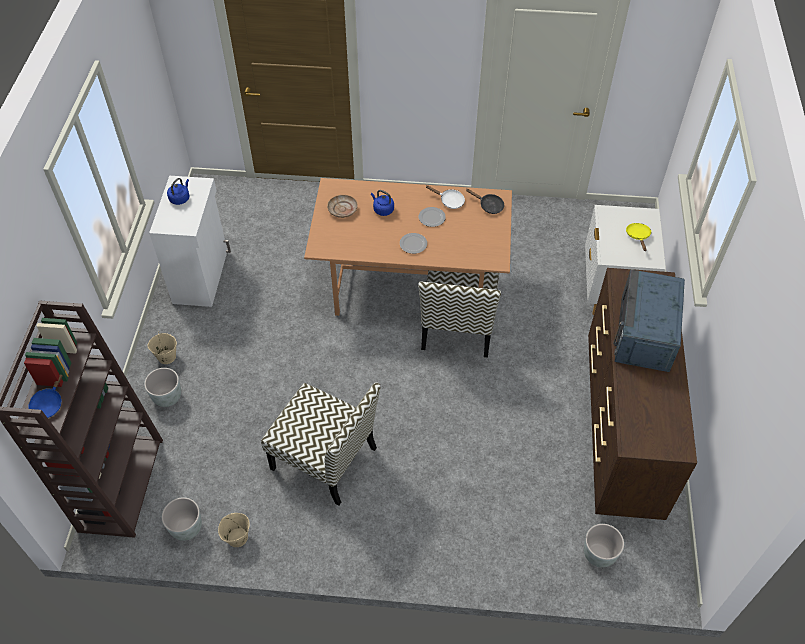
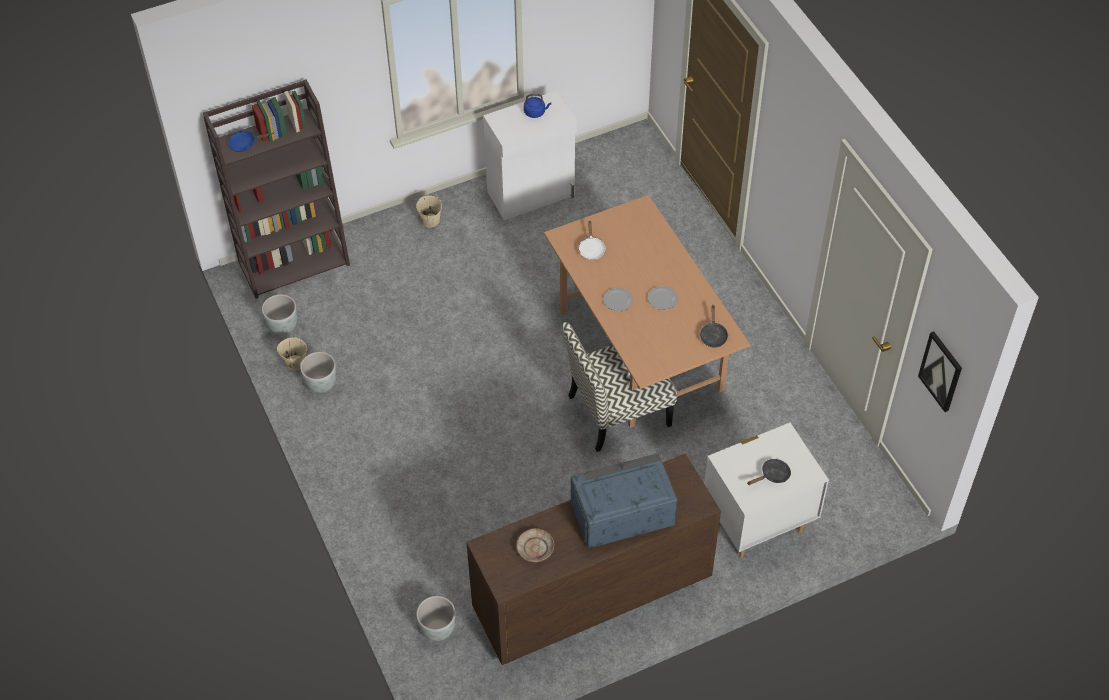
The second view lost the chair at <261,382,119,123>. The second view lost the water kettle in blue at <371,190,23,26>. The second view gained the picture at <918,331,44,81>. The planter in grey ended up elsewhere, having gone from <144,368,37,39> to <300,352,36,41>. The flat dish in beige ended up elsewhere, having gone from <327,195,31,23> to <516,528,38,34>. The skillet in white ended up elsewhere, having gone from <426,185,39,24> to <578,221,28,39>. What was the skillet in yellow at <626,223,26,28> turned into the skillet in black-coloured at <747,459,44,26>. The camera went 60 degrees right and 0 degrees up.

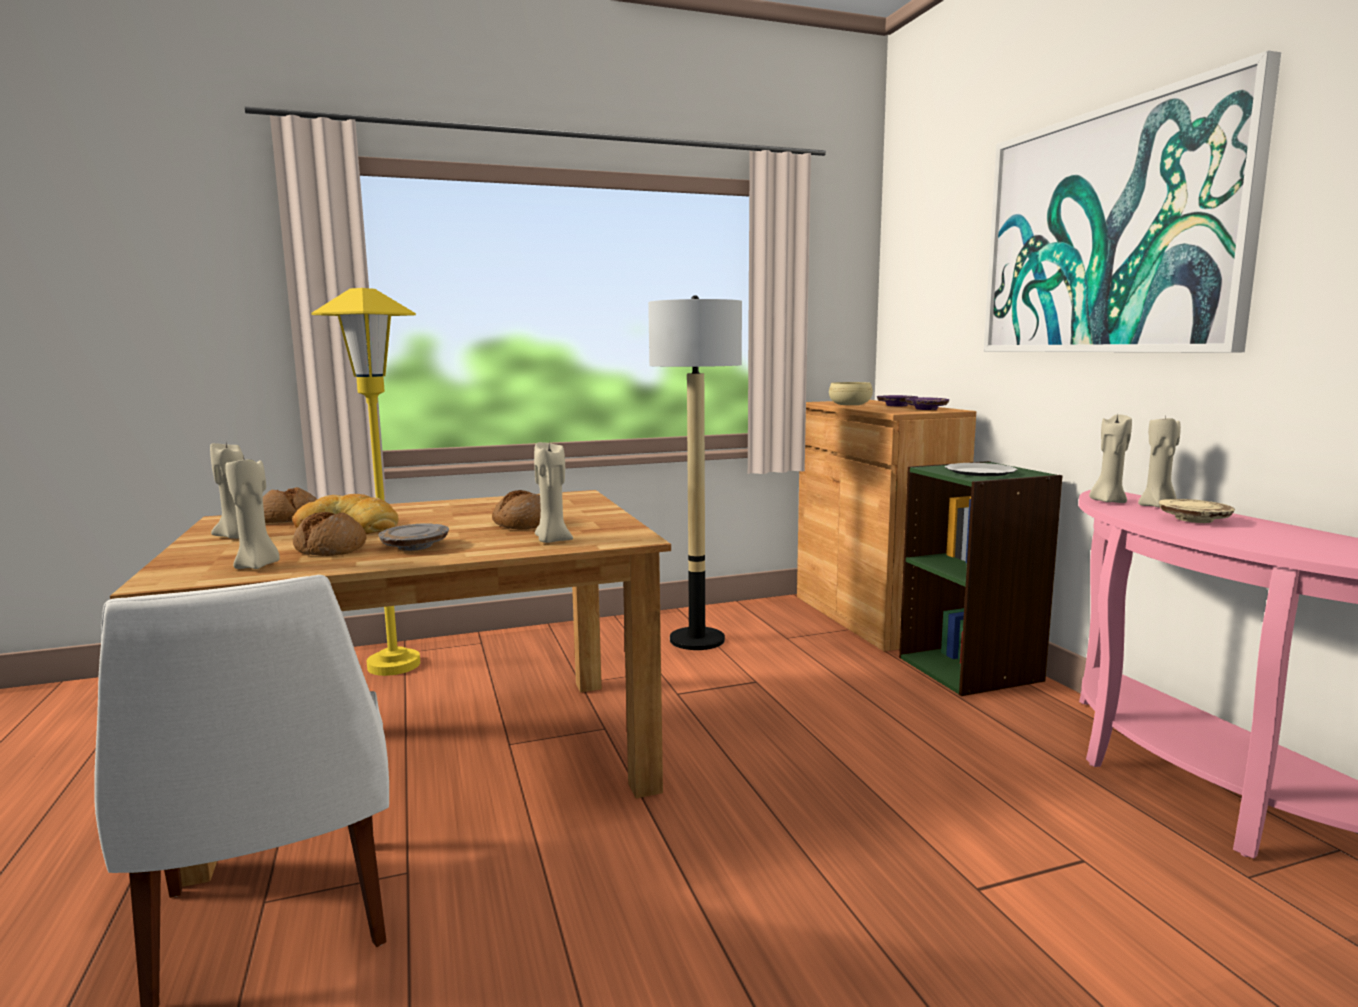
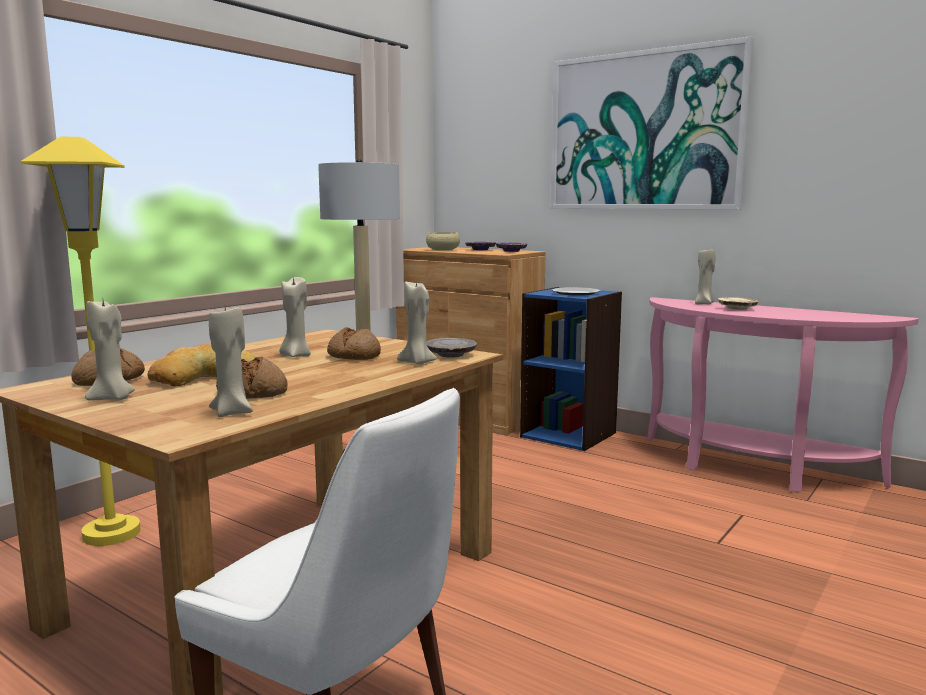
The flat dish in grey ended up elsewhere, having gone from <378,523,71,28> to <426,338,51,20>. The wax light in beige ended up elsewhere, having gone from <1089,414,43,89> to <280,276,31,81>. What was the bookcase in green at <899,461,164,235> turned into the bookcase in blue at <520,287,102,164>. The camera went 35 degrees left and 0 degrees up.

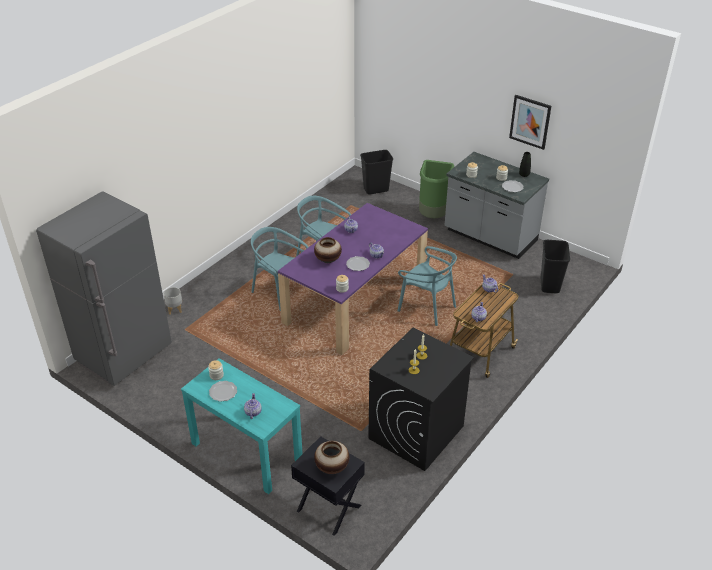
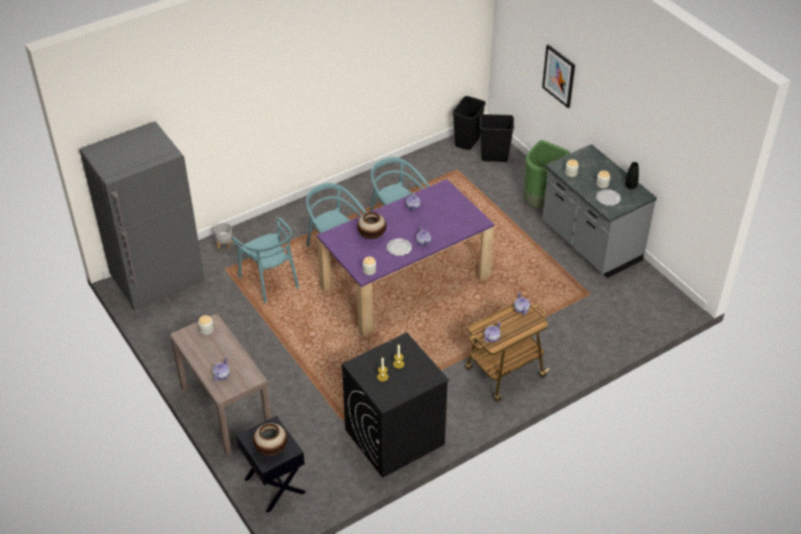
The second view lost the flat dish at <209,381,28,21>. The chair in turquoise-coloured ended up elsewhere, having gone from <397,246,60,80> to <232,218,67,85>. The picture ended up elsewhere, having gone from <509,95,42,55> to <542,44,33,64>. The waste bin in black-coloured ended up elsewhere, having gone from <541,240,29,53> to <452,96,34,54>. What was the console table in turquoise-coloured at <181,358,122,136> turned into the console table in brownish at <169,313,103,143>. The camera went 20 degrees right and 5 degrees up.

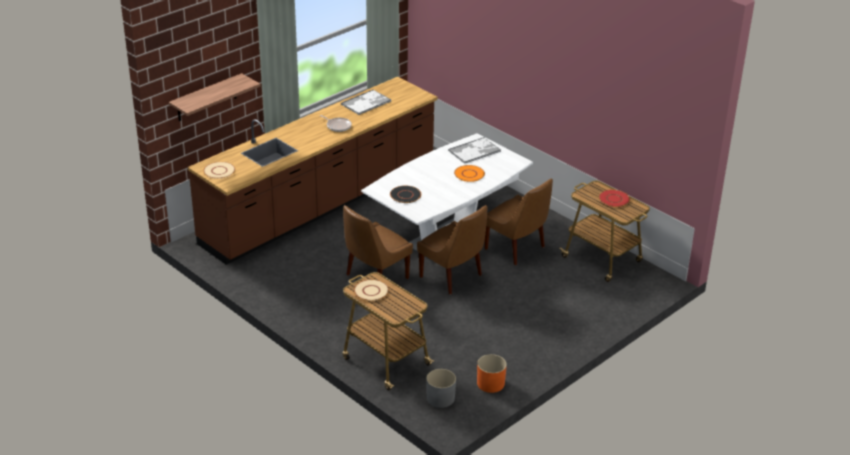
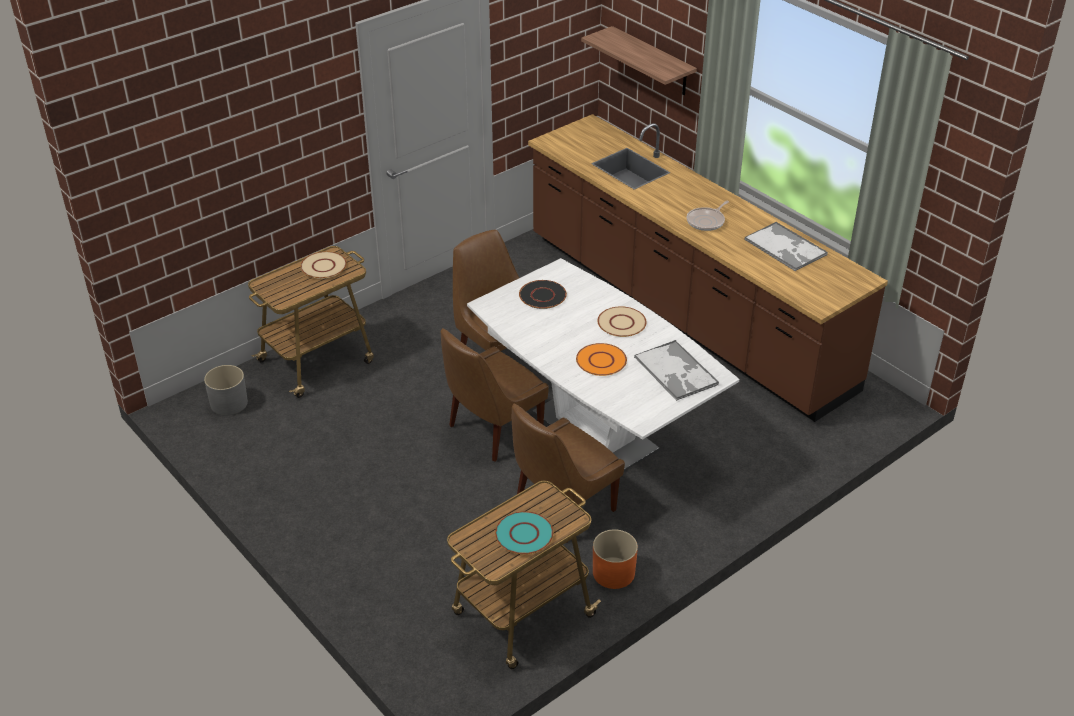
The flat dish in beige ended up elsewhere, having gone from <203,162,32,17> to <597,306,50,31>. The planter in orange-coloured ended up elsewhere, having gone from <477,354,30,39> to <593,529,45,60>. What was the flat dish in red-coloured at <599,189,31,18> turned into the flat dish in turquoise-coloured at <495,511,59,43>. The camera went 95 degrees right and 5 degrees up.

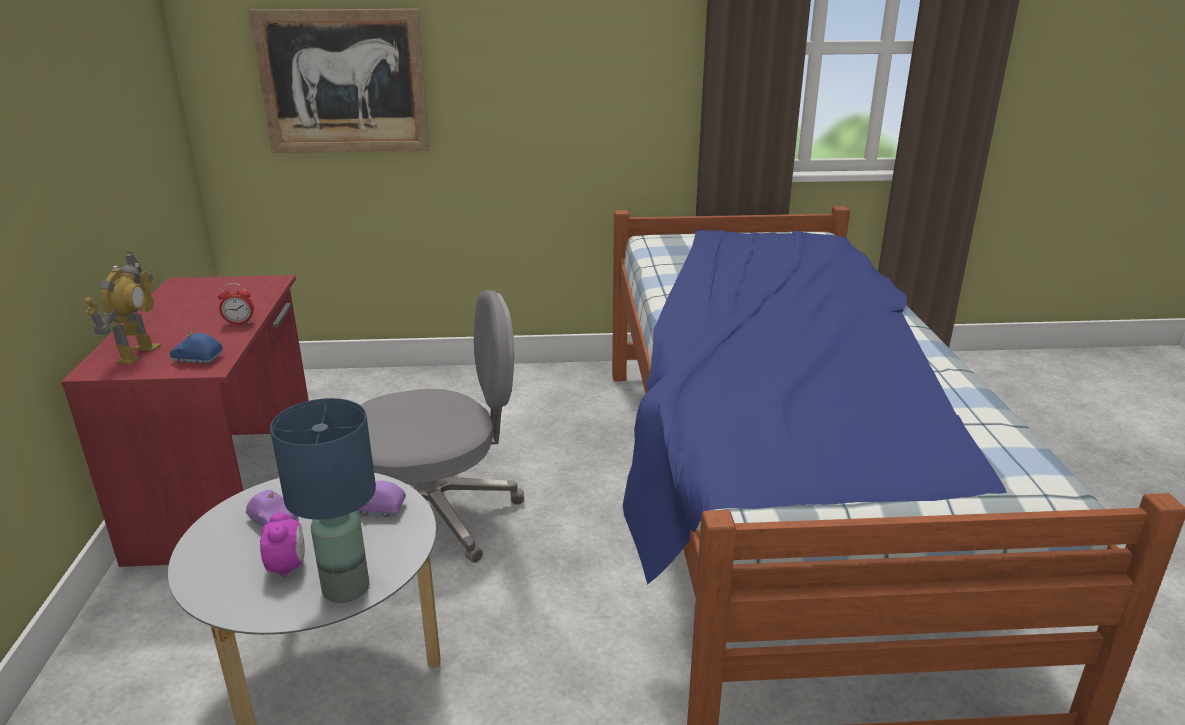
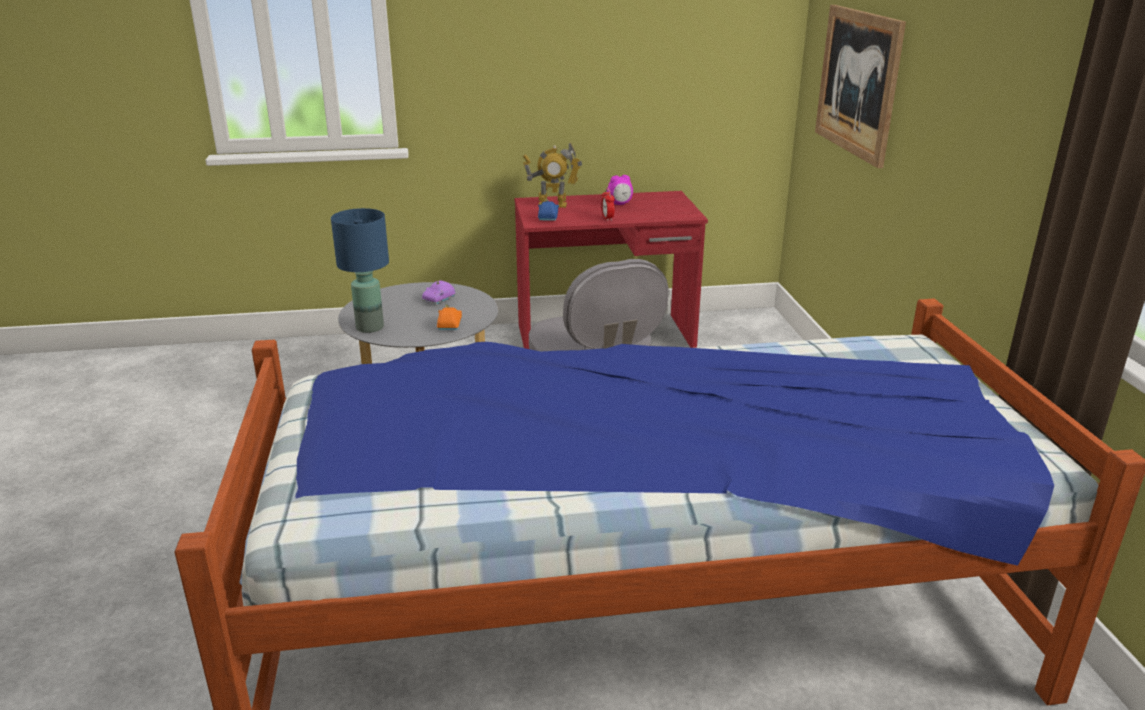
The table clock ended up elsewhere, having gone from <260,512,45,66> to <607,175,26,30>. What was the toy car in purple at <355,481,51,36> turned into the toy car in orange-coloured at <437,304,25,26>. The camera went 85 degrees right and 0 degrees up.

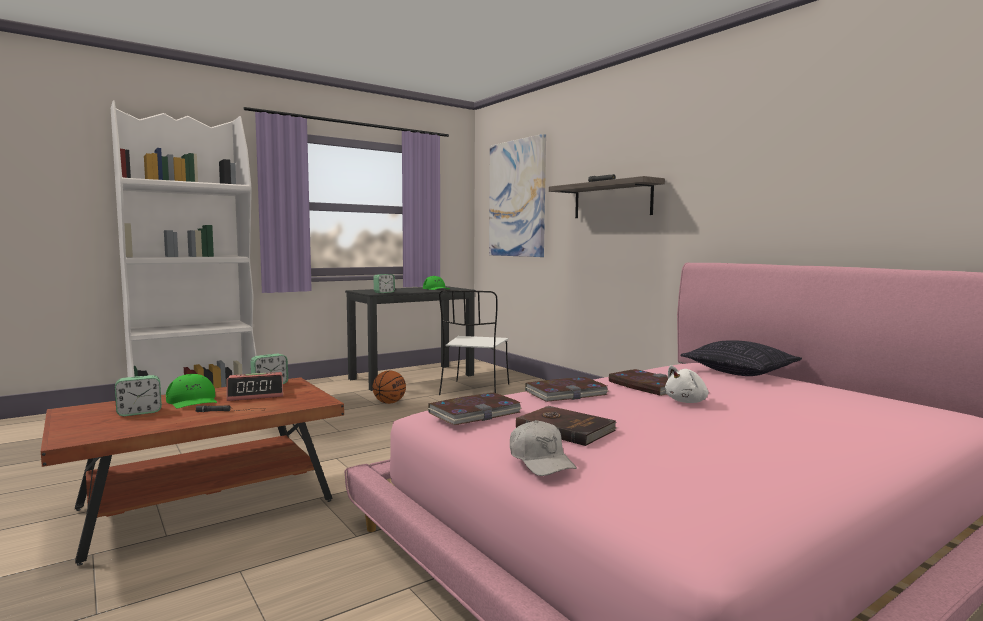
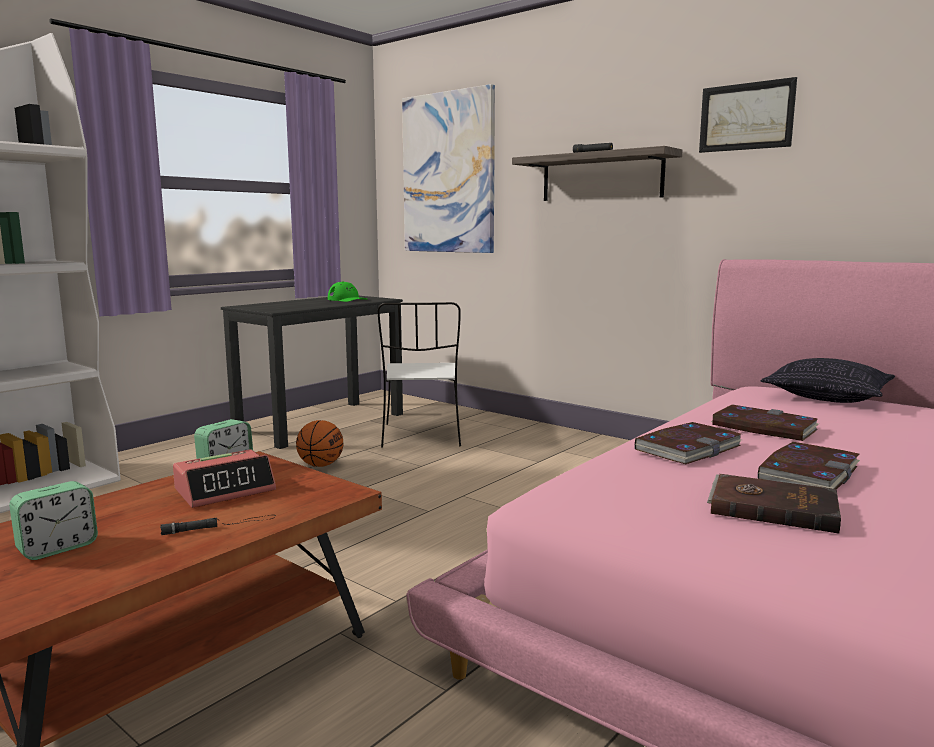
The second view lost the cap in green at <166,374,51,34>. The second view lost the table clock at <373,274,22,19>. The second view lost the cap in white at <510,420,67,56>. The second view lost the plush toy in white at <665,365,44,38>. The second view gained the picture at <699,77,98,76>. The volume ended up elsewhere, having gone from <428,392,94,33> to <758,442,102,47>. The camera went 15 degrees left and 5 degrees up.

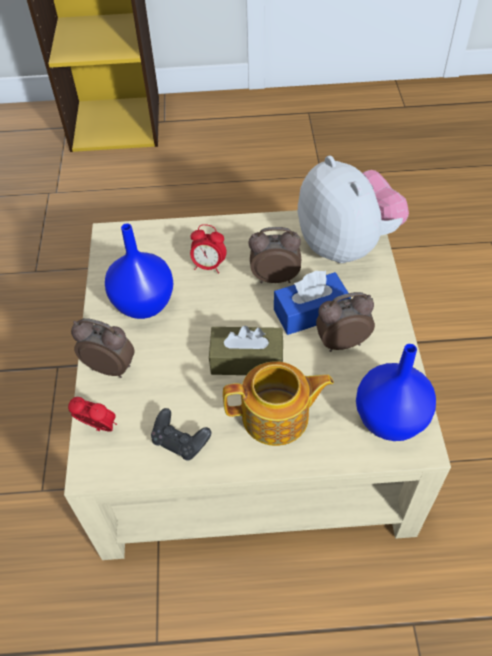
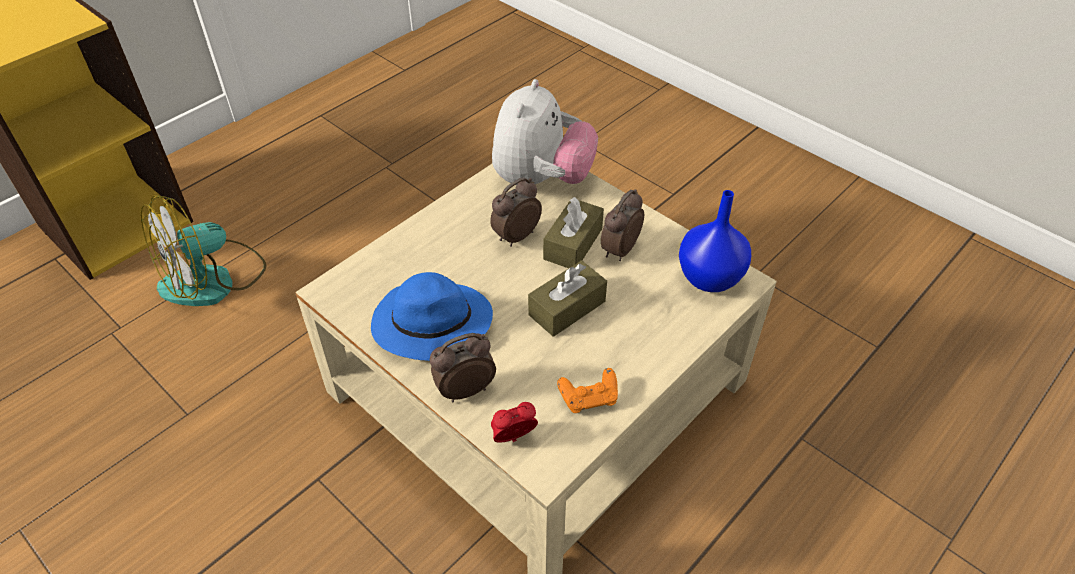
The second view lost the table clock at <190,224,37,50>. The second view lost the tea pot at <223,361,111,85>. The second view gained the fan at <141,195,125,111>. Where the vase in blue stood at <105,223,69,96>, the clothing hat in blue came to stand at <371,272,122,89>. What was the game controller in black-coloured at <151,408,60,53> turned into the game controller in orange-coloured at <557,368,61,45>. What was the tissue holder in blue at <274,270,77,65> turned into the tissue holder in brownish at <543,197,61,71>. The plush toy at <298,156,111,107> ended up facing another way, 90 degrees clockwise from before. The camera went 45 degrees left and 5 degrees down.

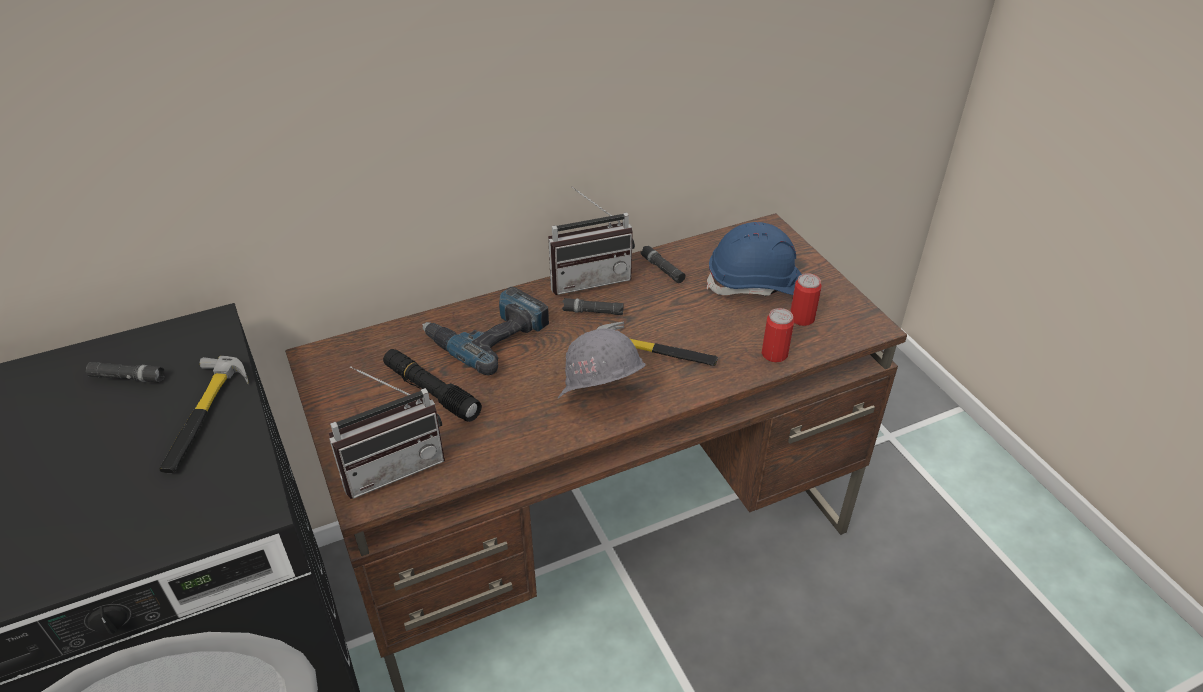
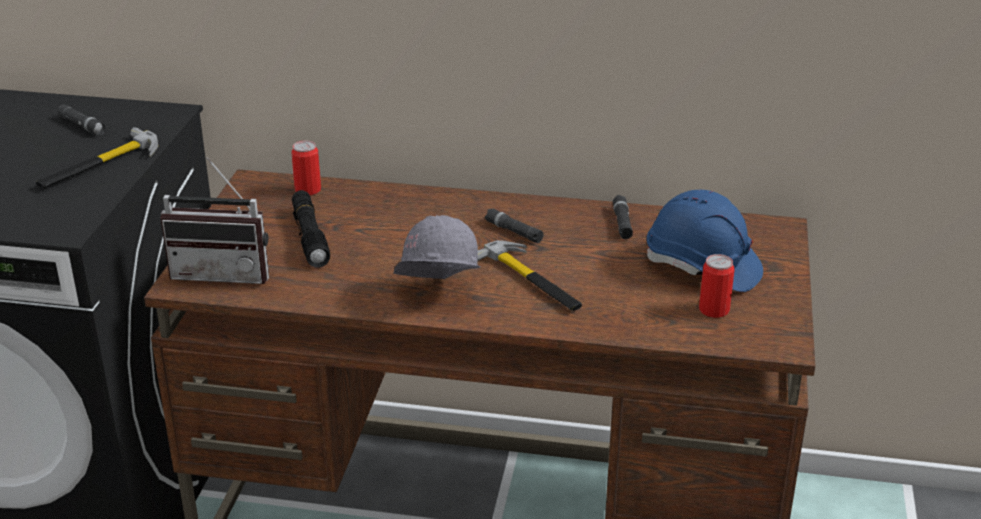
The second view lost the electric drill at <422,286,127,89>. The second view lost the radio receiver at <548,187,87,108>. The sealed can ended up elsewhere, having gone from <762,308,32,54> to <291,141,30,55>. The camera went 35 degrees right and 10 degrees down.

